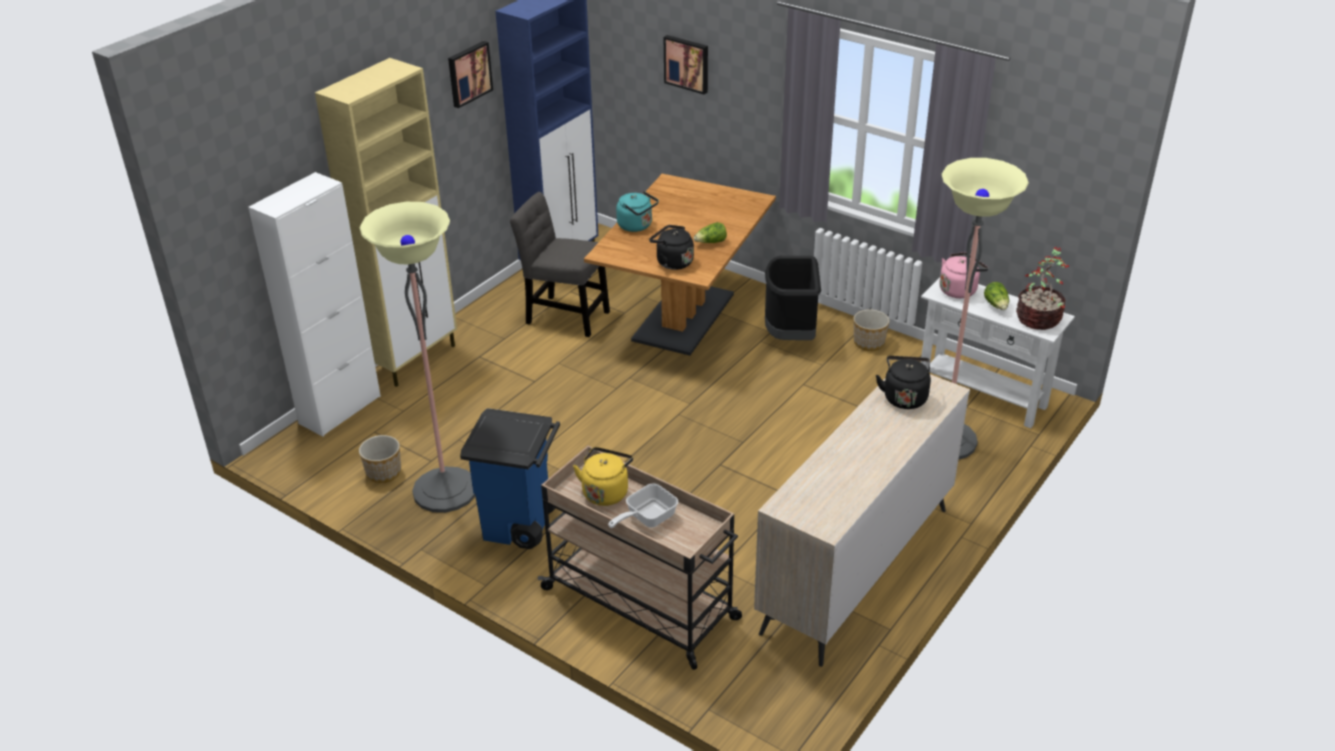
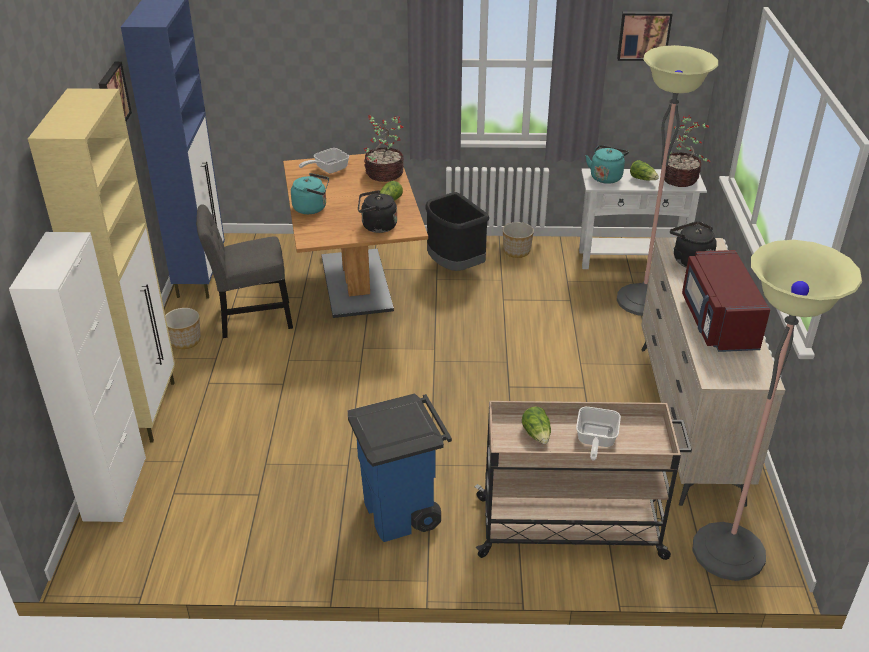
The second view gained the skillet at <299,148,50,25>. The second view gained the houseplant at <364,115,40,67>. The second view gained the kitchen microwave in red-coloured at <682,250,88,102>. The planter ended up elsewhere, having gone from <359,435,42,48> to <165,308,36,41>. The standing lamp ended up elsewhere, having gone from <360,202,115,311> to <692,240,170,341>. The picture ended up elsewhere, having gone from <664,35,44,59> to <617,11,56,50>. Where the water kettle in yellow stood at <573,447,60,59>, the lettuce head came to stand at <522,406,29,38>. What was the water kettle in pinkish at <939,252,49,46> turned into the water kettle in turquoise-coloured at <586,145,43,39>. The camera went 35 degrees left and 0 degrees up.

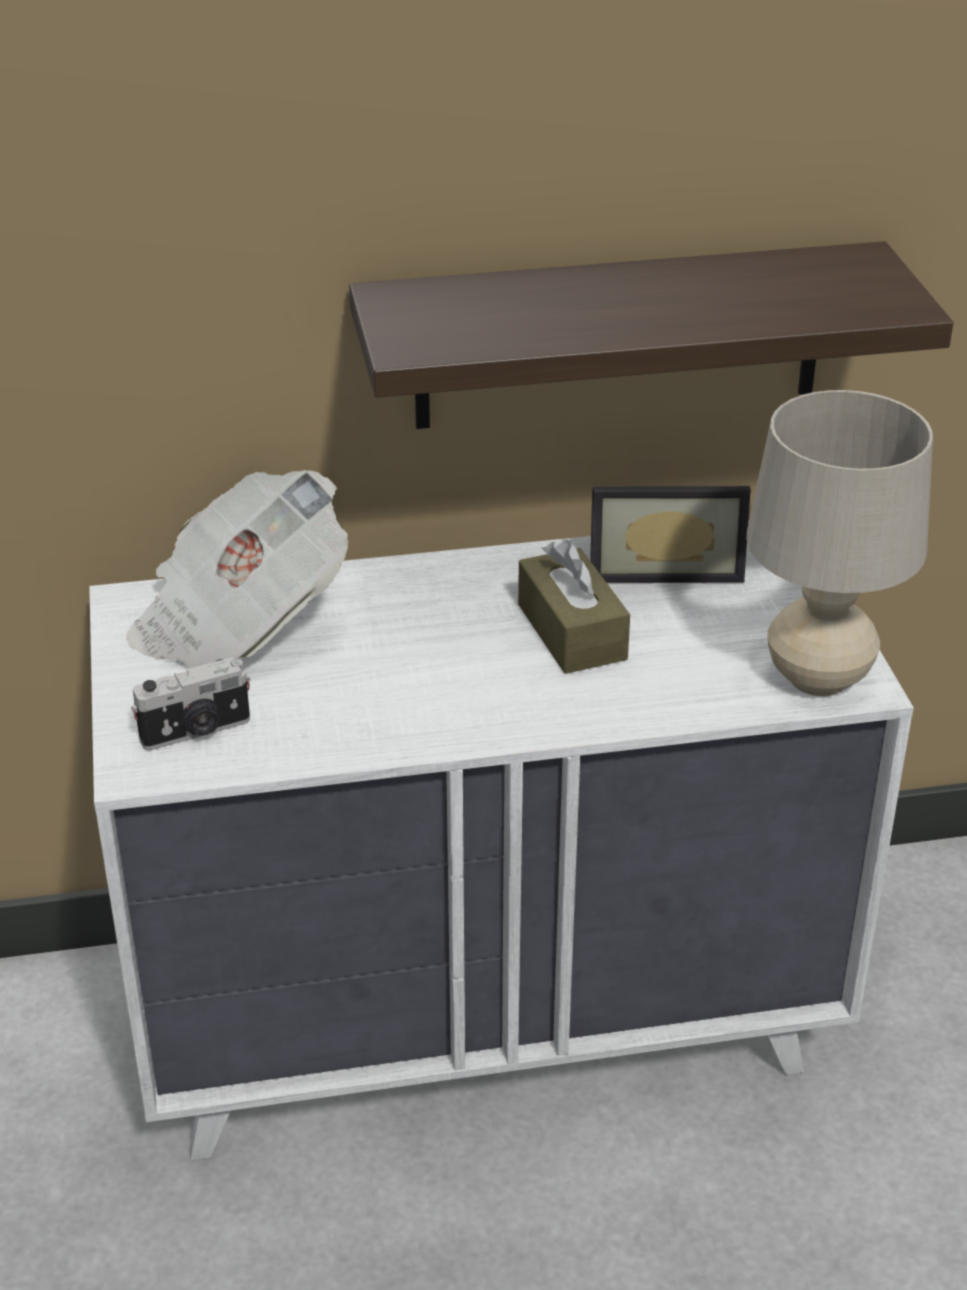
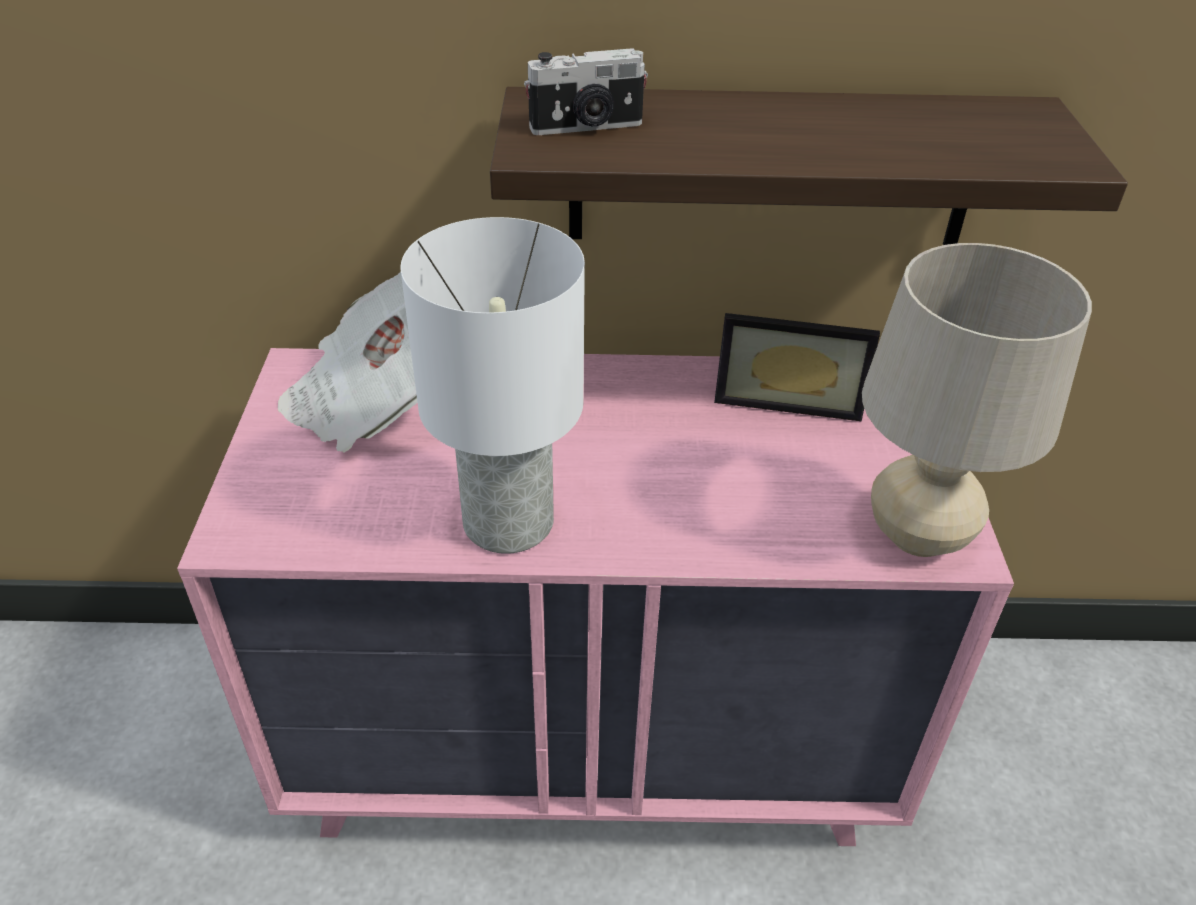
The second view lost the tissue holder in brownish at <518,540,112,134>. The second view gained the table lamp in white at <401,217,184,337>. The still camera ended up elsewhere, having gone from <131,657,119,94> to <524,48,124,87>. What was the dresser in white at <89,520,825,640> turned into the dresser in pinkish at <177,348,837,498>. The camera went 10 degrees right and 5 degrees up.

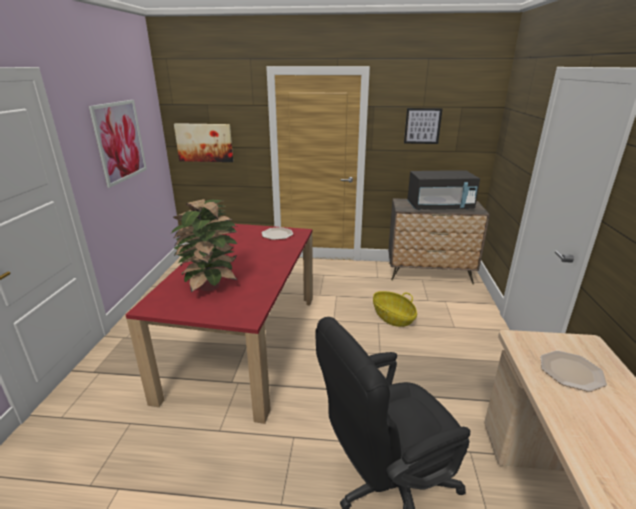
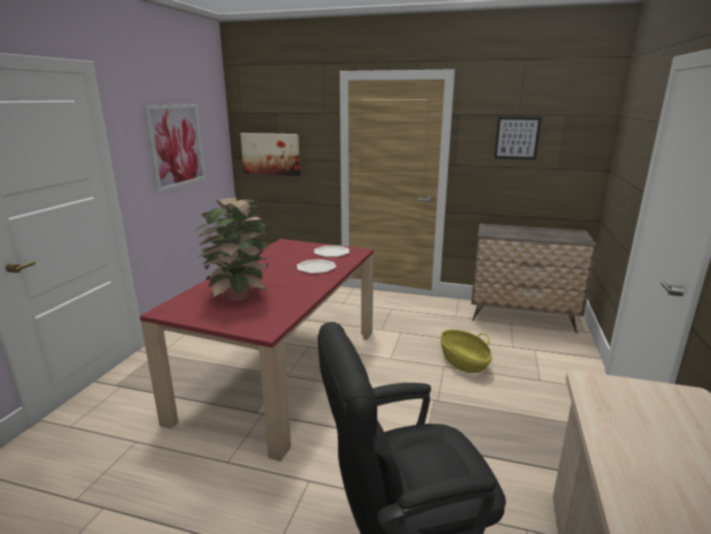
The second view lost the kitchen microwave in black-coloured at <408,170,72,40>. The flat dish ended up elsewhere, having gone from <540,351,67,41> to <297,259,39,15>. The camera went 10 degrees right and 5 degrees down.

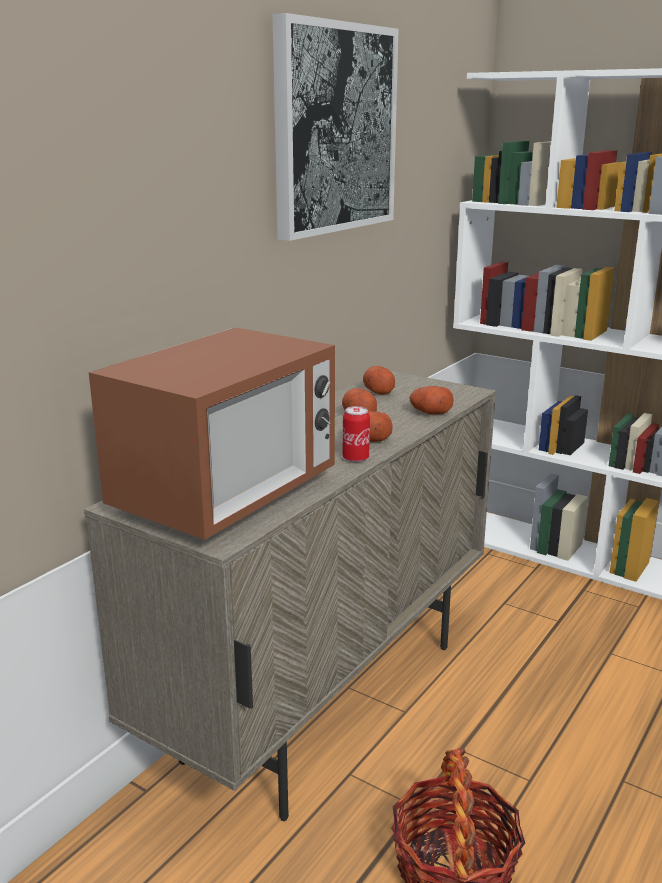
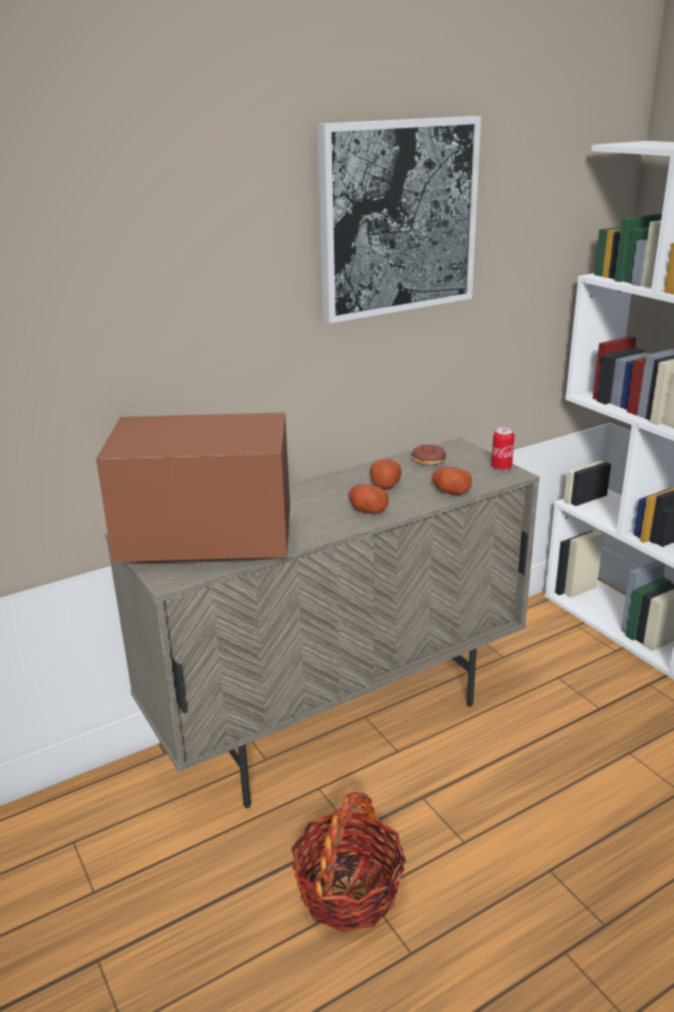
The sealed can ended up elsewhere, having gone from <342,406,28,56> to <491,427,24,43>. Where the spud stood at <363,366,32,29>, the ring doughnut came to stand at <411,444,35,21>. The kitchen microwave at <89,327,246,213> ended up facing another way, 150 degrees counterclockwise from before. The camera went 25 degrees right and 5 degrees up.

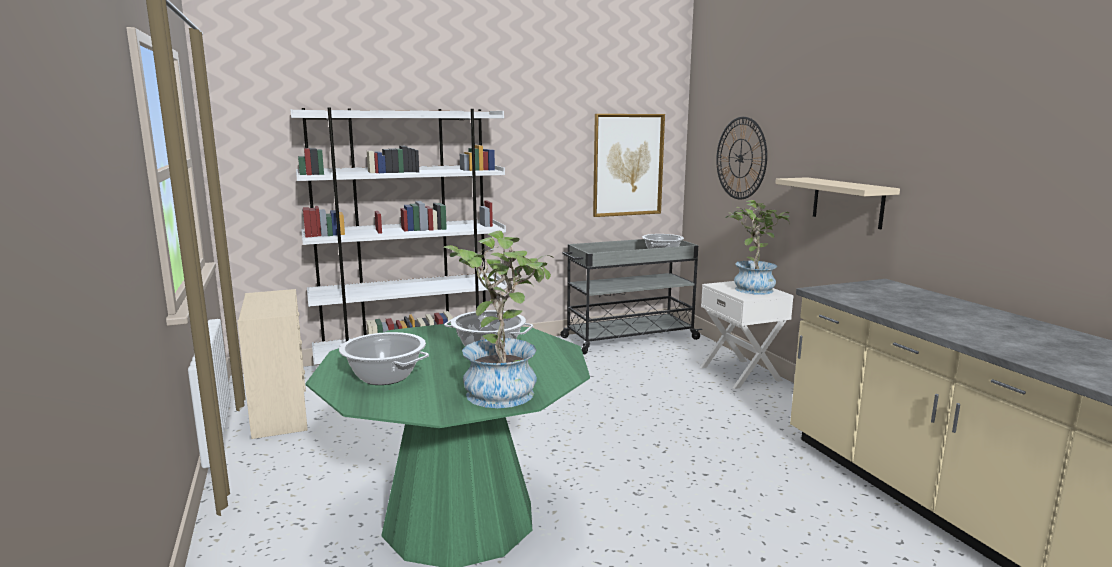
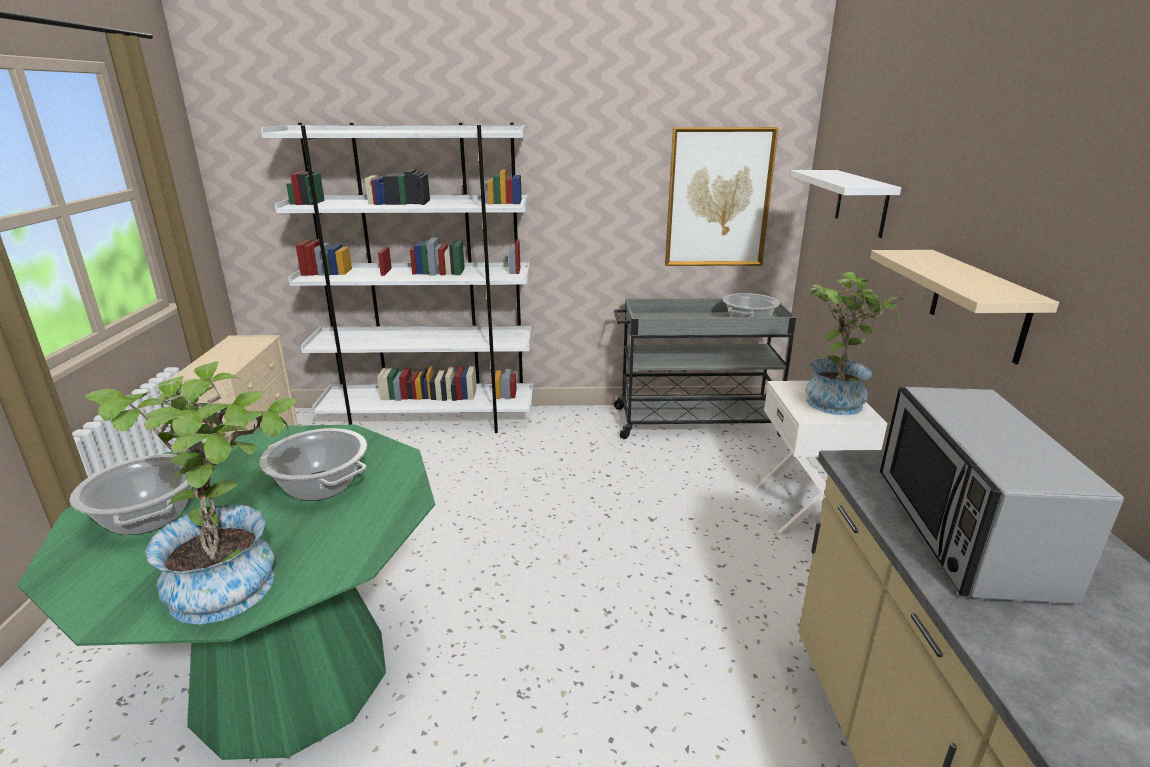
The second view gained the kitchen microwave at <880,387,244,217>. Where the clock on the wall hung at <716,117,51,83>, the bracket shelf in white came to hang at <791,170,110,68>. The camera went 20 degrees right and 10 degrees up.

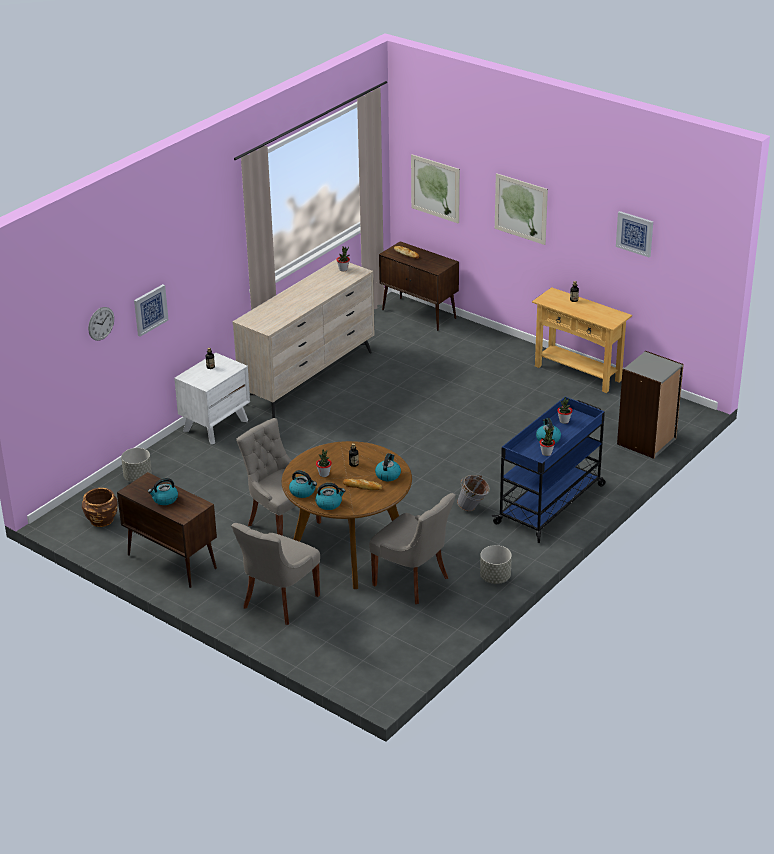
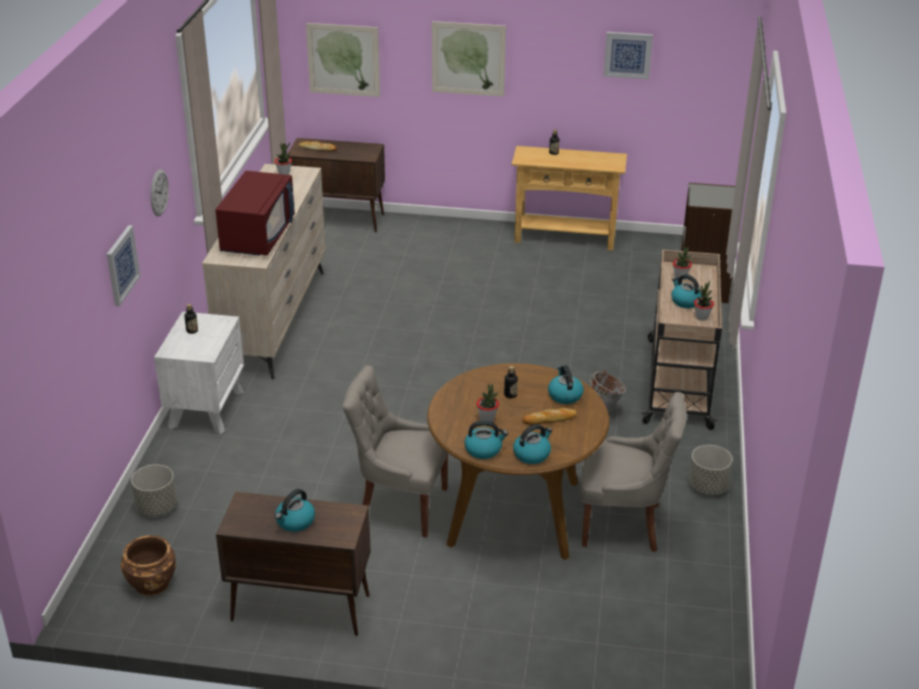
The second view lost the chair in grey at <231,523,89,102>. The second view gained the kitchen microwave in red-coloured at <215,171,80,85>. The clock on the wall ended up elsewhere, having gone from <88,307,26,34> to <151,169,18,47>. What was the wheeled cart in blue at <492,397,114,146> turned into the wheeled cart in beige at <641,250,81,180>. The camera went 30 degrees left and 0 degrees up.

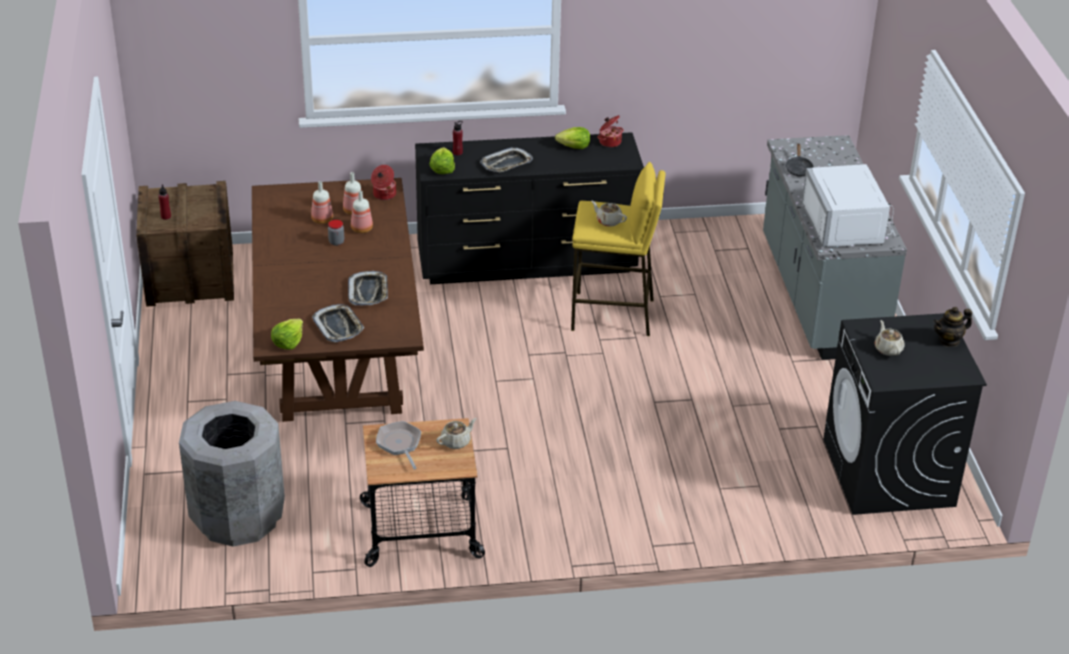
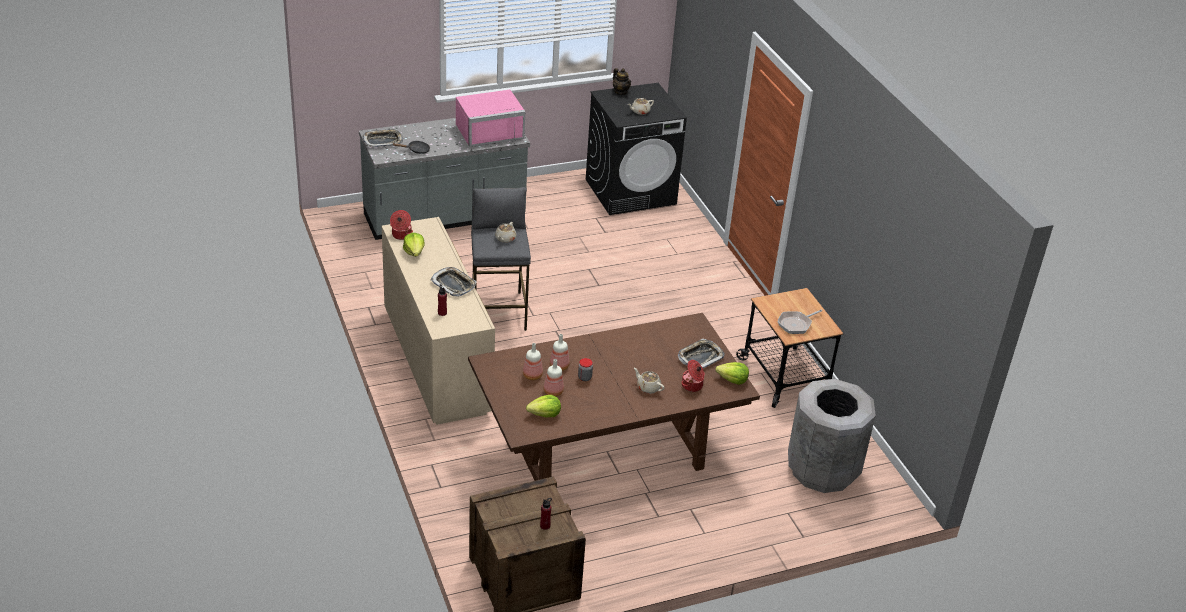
The serving tray ended up elsewhere, having gone from <348,271,40,35> to <362,129,41,18>. The saucepot ended up elsewhere, having gone from <371,165,25,35> to <681,360,24,32>. The lettuce head ended up elsewhere, having gone from <430,147,25,27> to <526,395,35,22>. The tea pot in beige ended up elsewhere, having gone from <436,418,41,31> to <634,368,31,26>. What was the dresser in black-coloured at <415,132,229,152> turned into the dresser in beige at <382,217,113,208>. What was the stool in yellow at <571,162,95,174> turned into the stool in grey at <471,187,60,144>. What was the kitchen microwave in white at <802,164,94,83> turned into the kitchen microwave in pinkish at <456,90,69,57>. The camera went 105 degrees left and 0 degrees up.

